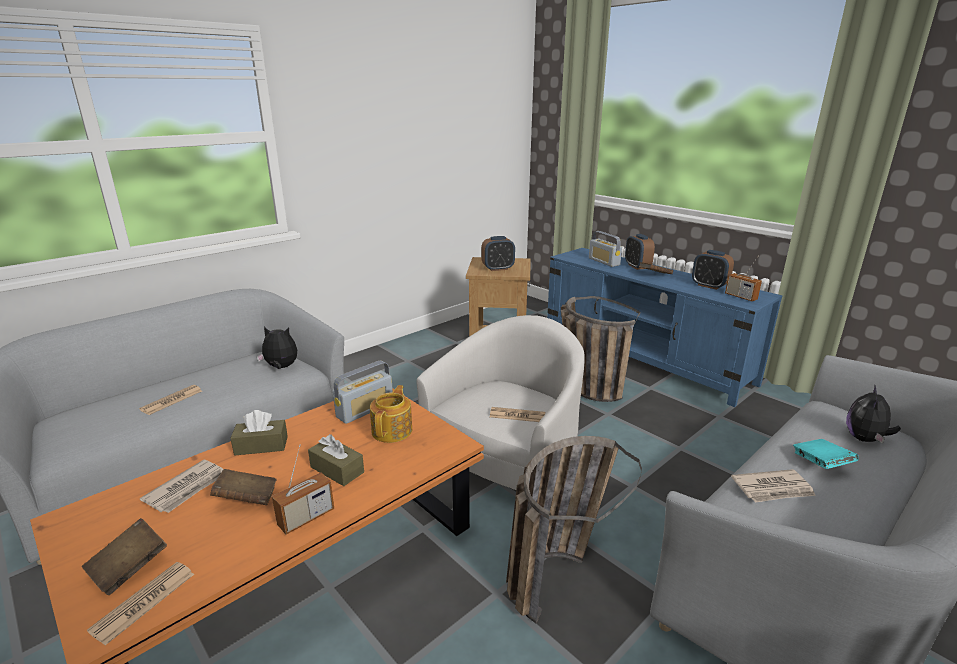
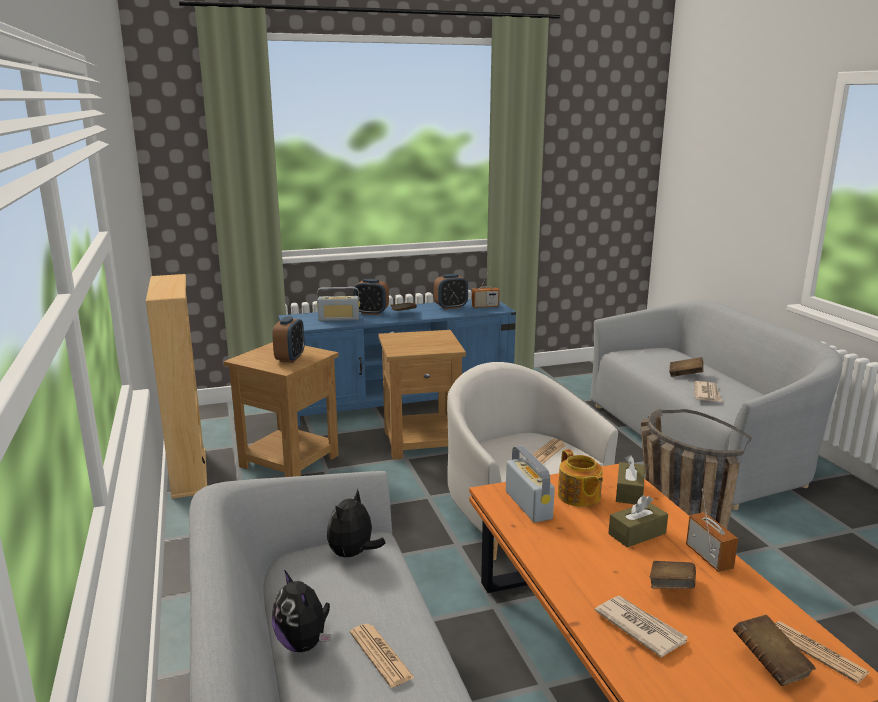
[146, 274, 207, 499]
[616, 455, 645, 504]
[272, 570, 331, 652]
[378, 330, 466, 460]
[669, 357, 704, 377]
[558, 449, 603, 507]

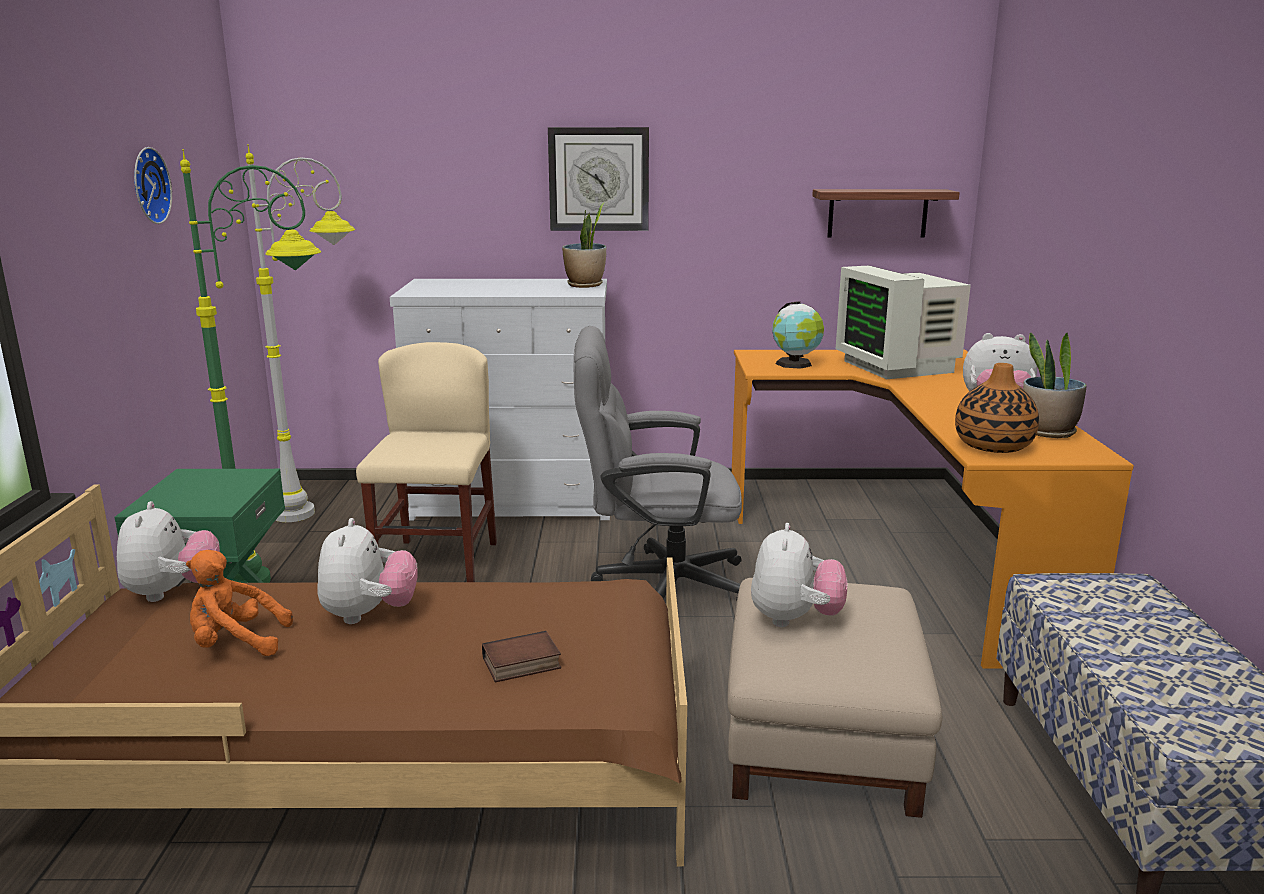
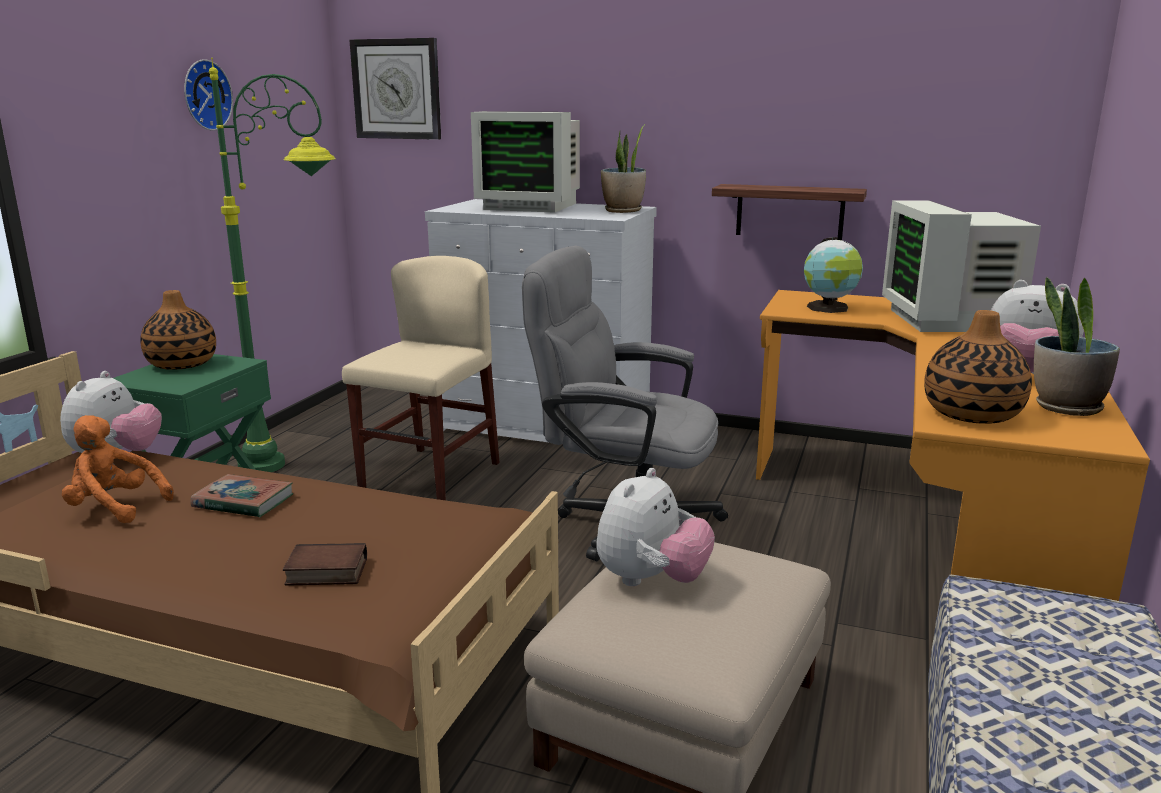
[245, 144, 355, 522] (first image)
[140, 290, 216, 370]
[471, 111, 580, 213]
[349, 38, 441, 140]
[712, 184, 867, 240]
[190, 474, 293, 518]

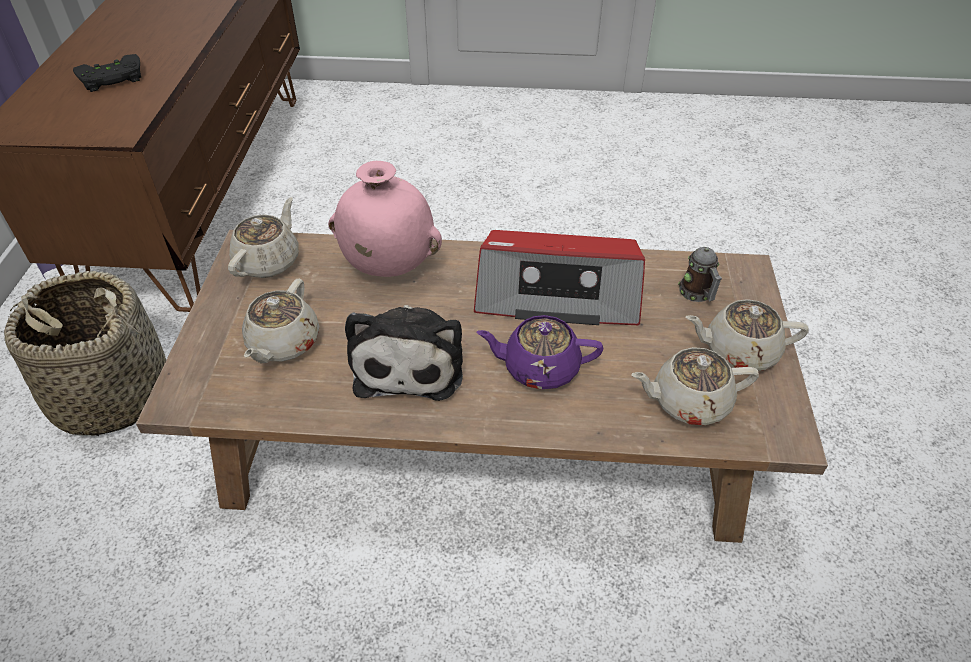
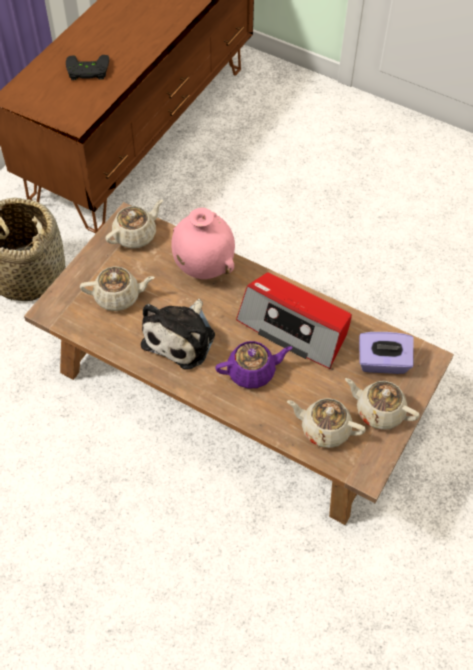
[359, 332, 414, 374]
[80, 266, 155, 311]
[215, 341, 293, 389]

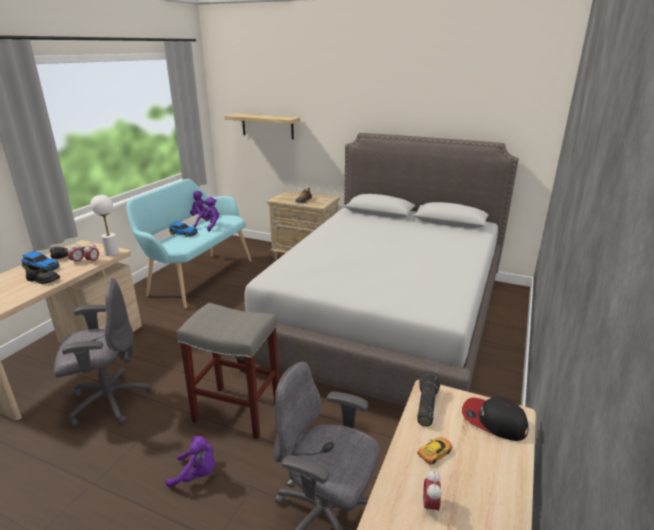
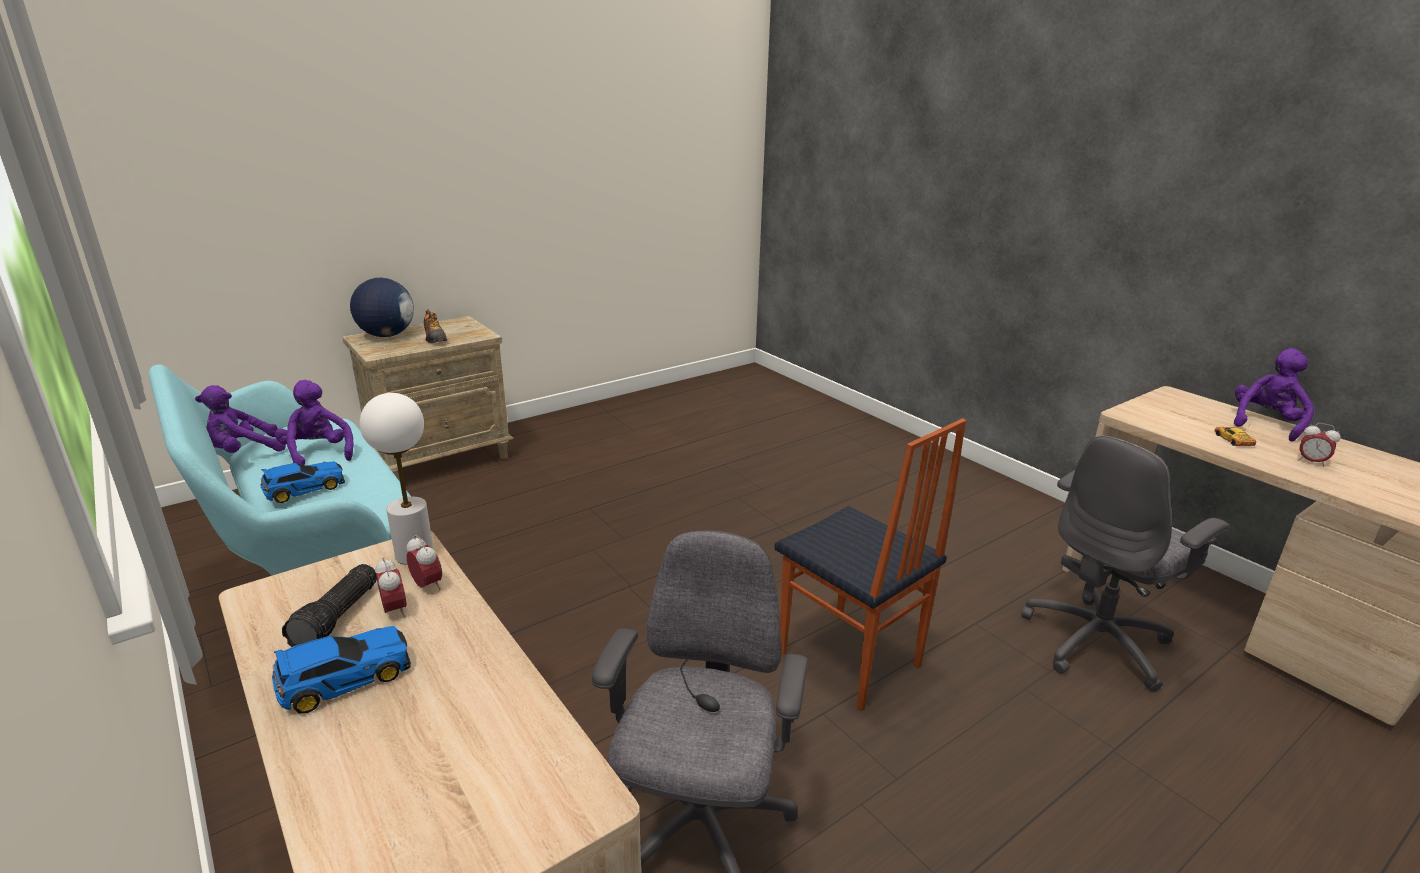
[26, 264, 60, 284] (first image)
[224, 113, 300, 139] (first image)
[234, 133, 519, 406] (first image)
[417, 372, 440, 426] (first image)
[462, 397, 529, 441] (first image)
[350, 278, 414, 337]
[1234, 348, 1314, 441]
[775, 418, 966, 711]

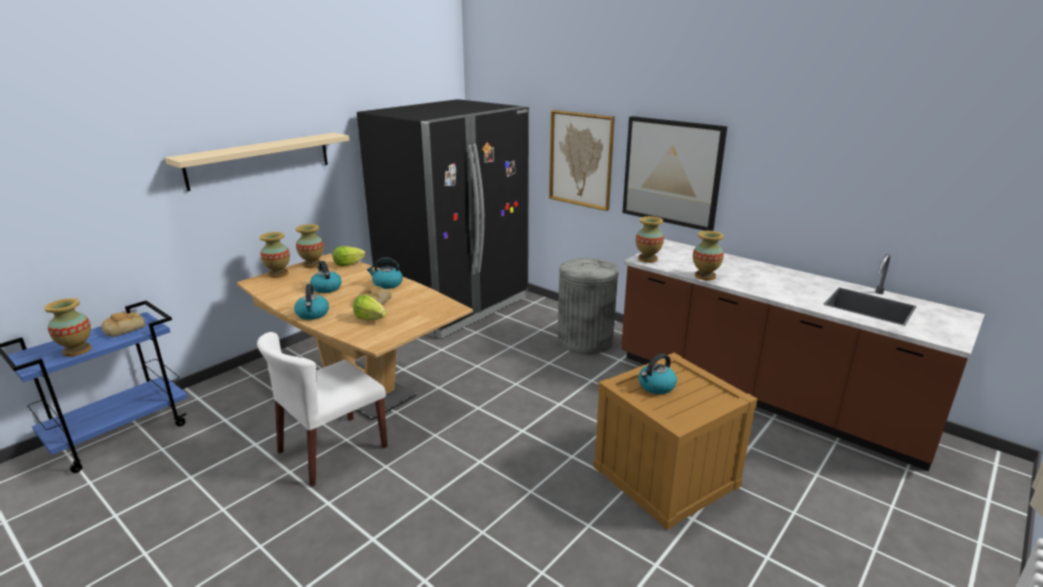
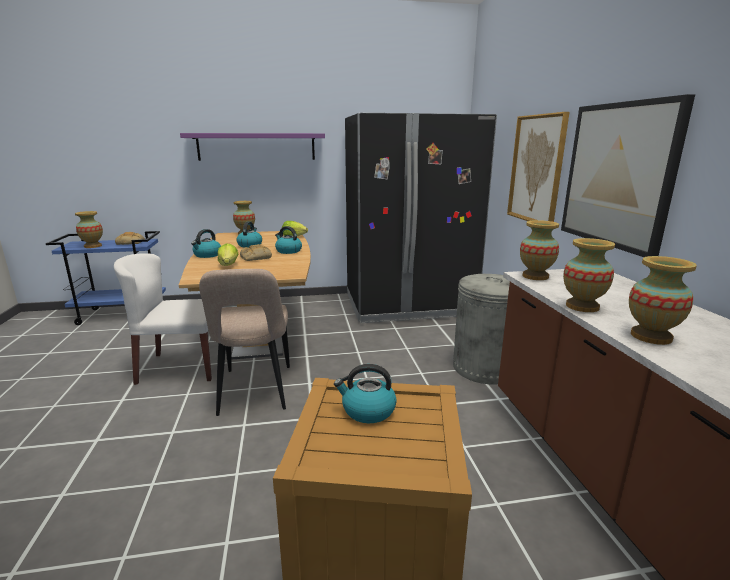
[199, 269, 290, 416]
[629, 256, 697, 345]
[180, 133, 325, 161]

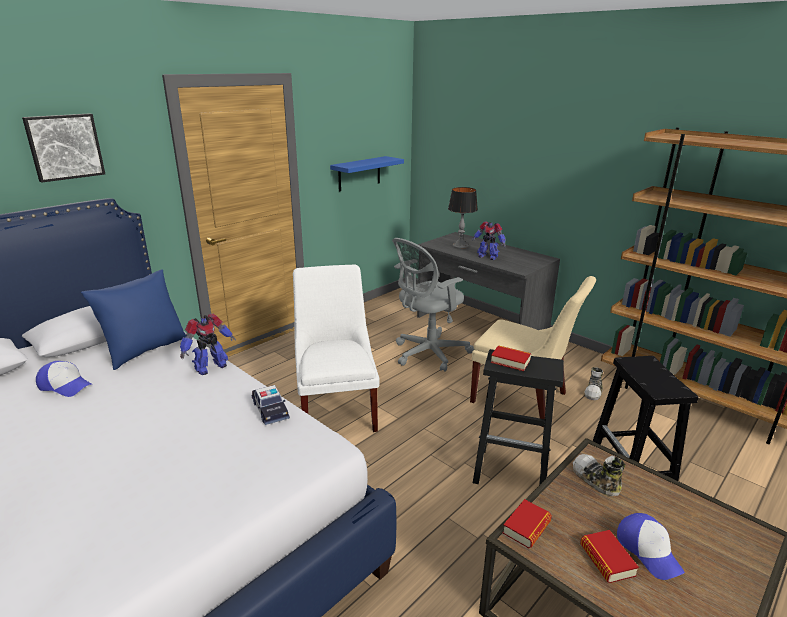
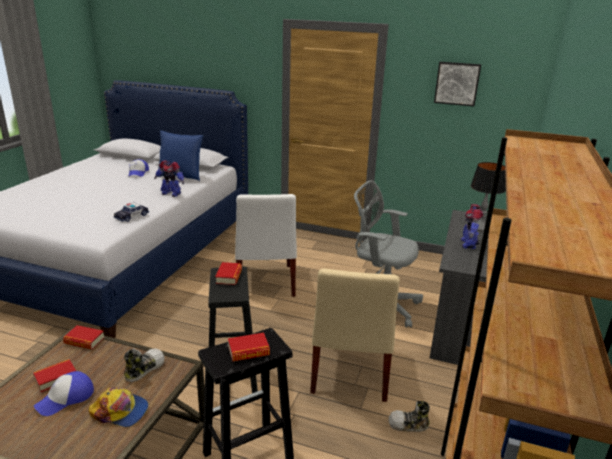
[330, 156, 404, 192] (first image)
[89, 387, 148, 427]
[228, 333, 270, 362]
[434, 62, 481, 106]
[235, 194, 297, 297]

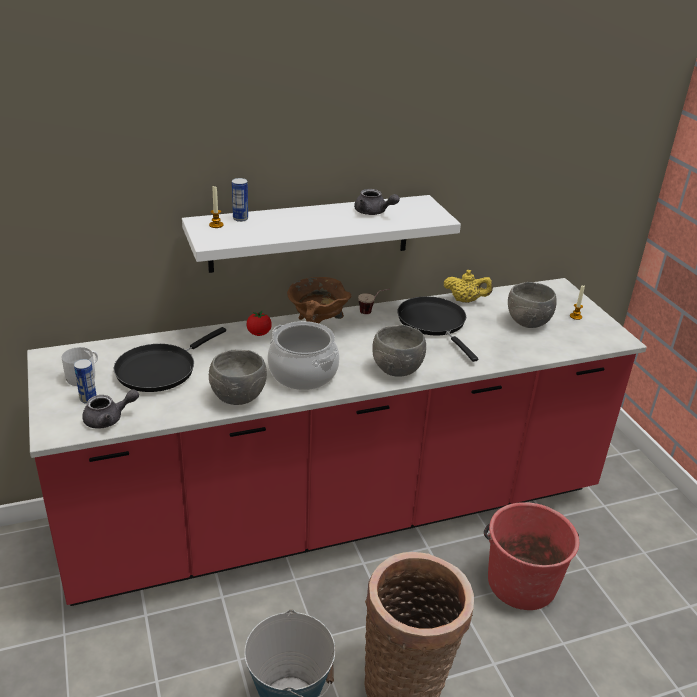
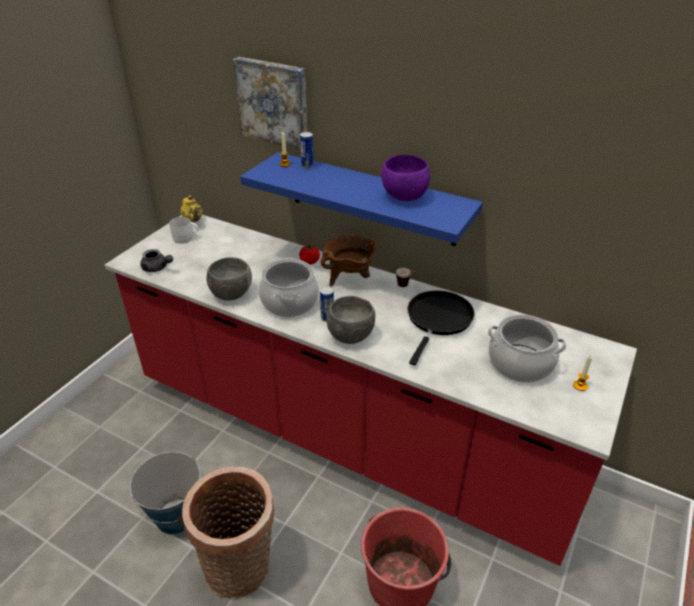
[114, 327, 226, 392] (first image)
[233, 57, 307, 149]
[320, 286, 334, 322]
[180, 196, 203, 222]
[381, 155, 430, 201]
[488, 314, 567, 383]
[240, 152, 483, 246]

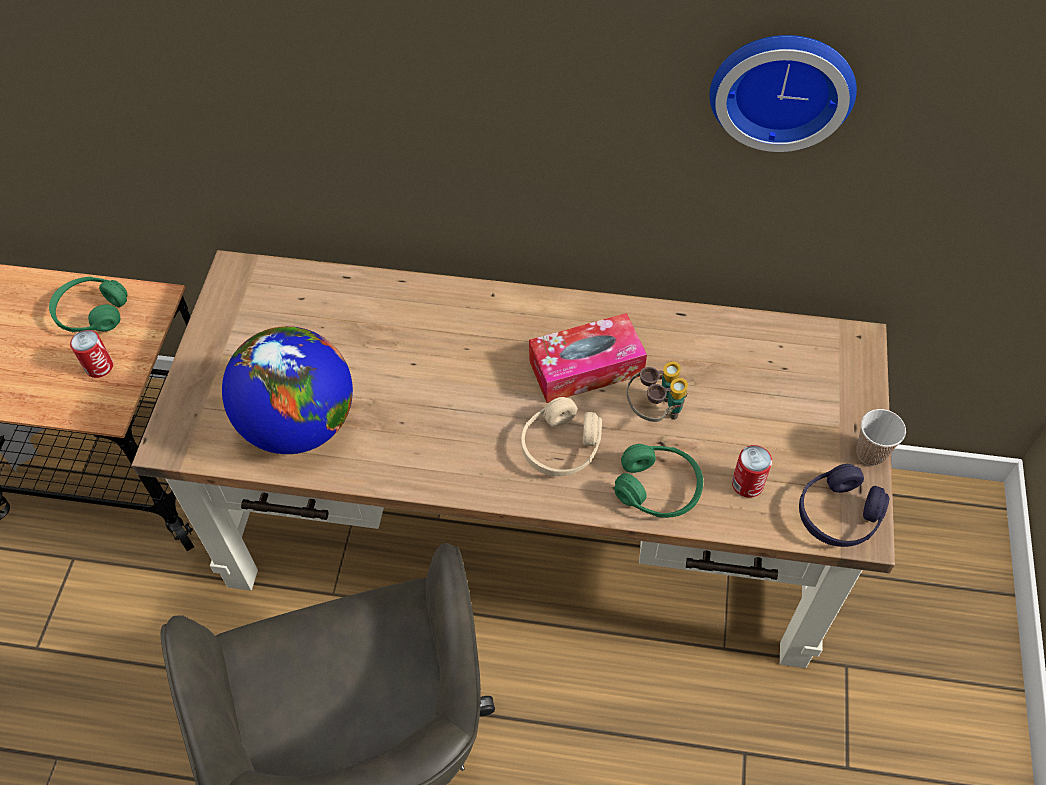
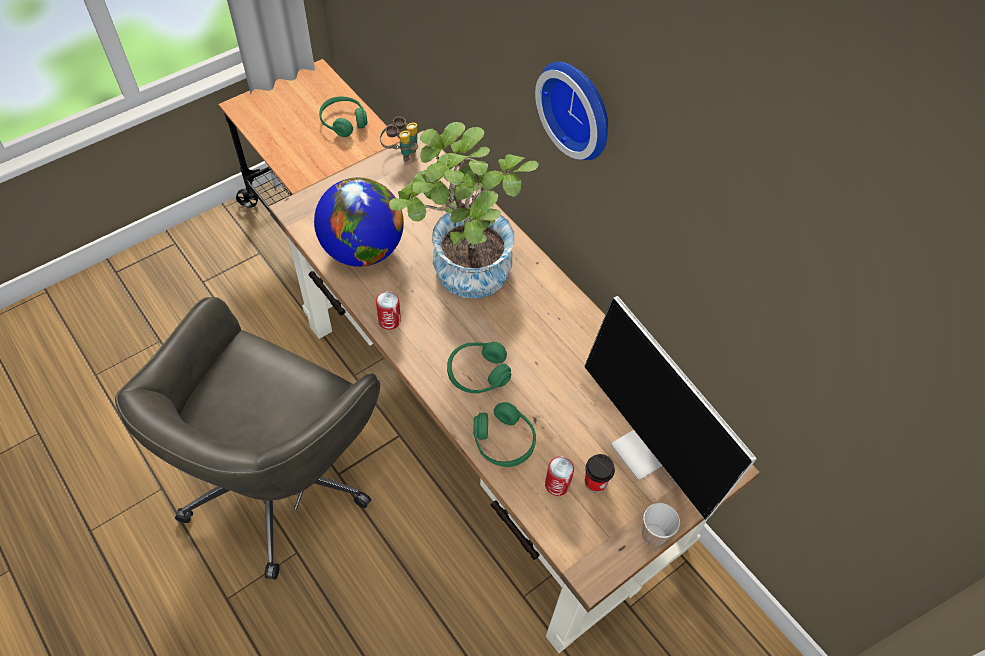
[529, 313, 647, 403] (first image)
[799, 464, 889, 547] (first image)
[389, 122, 539, 298]
[584, 296, 757, 520]
[585, 454, 615, 493]
[376, 291, 401, 330]
[380, 117, 418, 162]
[535, 62, 608, 160]
[447, 342, 511, 394]

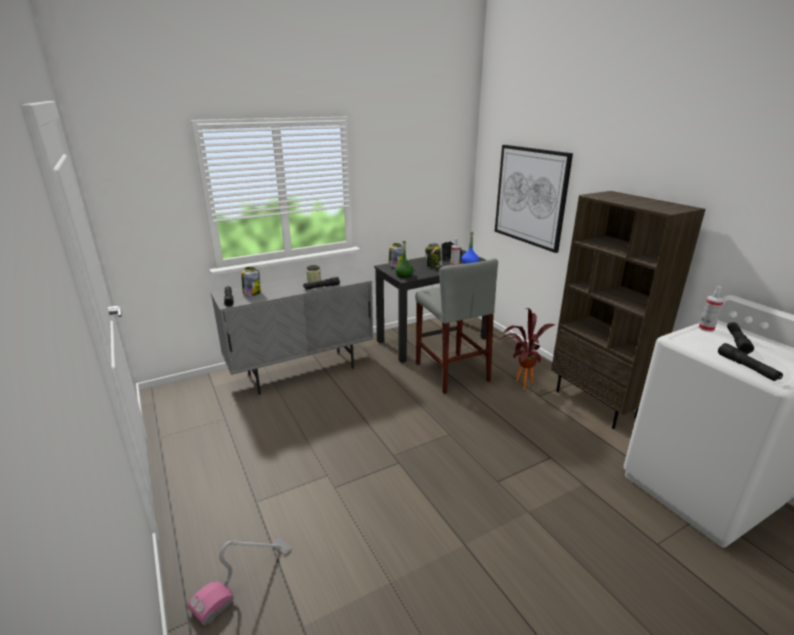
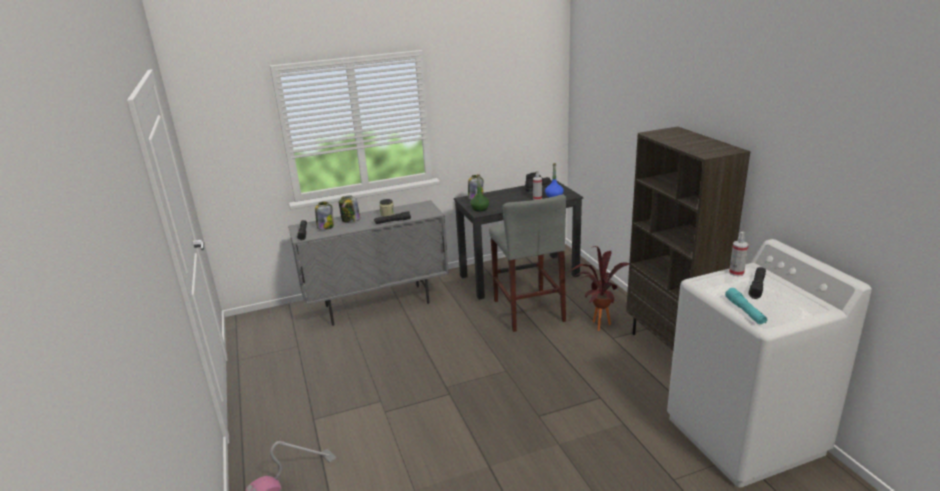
[495, 145, 573, 253] (first image)
[339, 195, 360, 222]
[725, 288, 767, 324]

